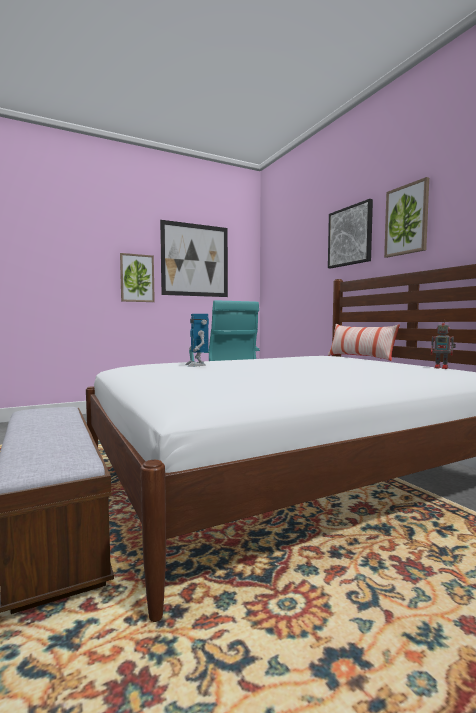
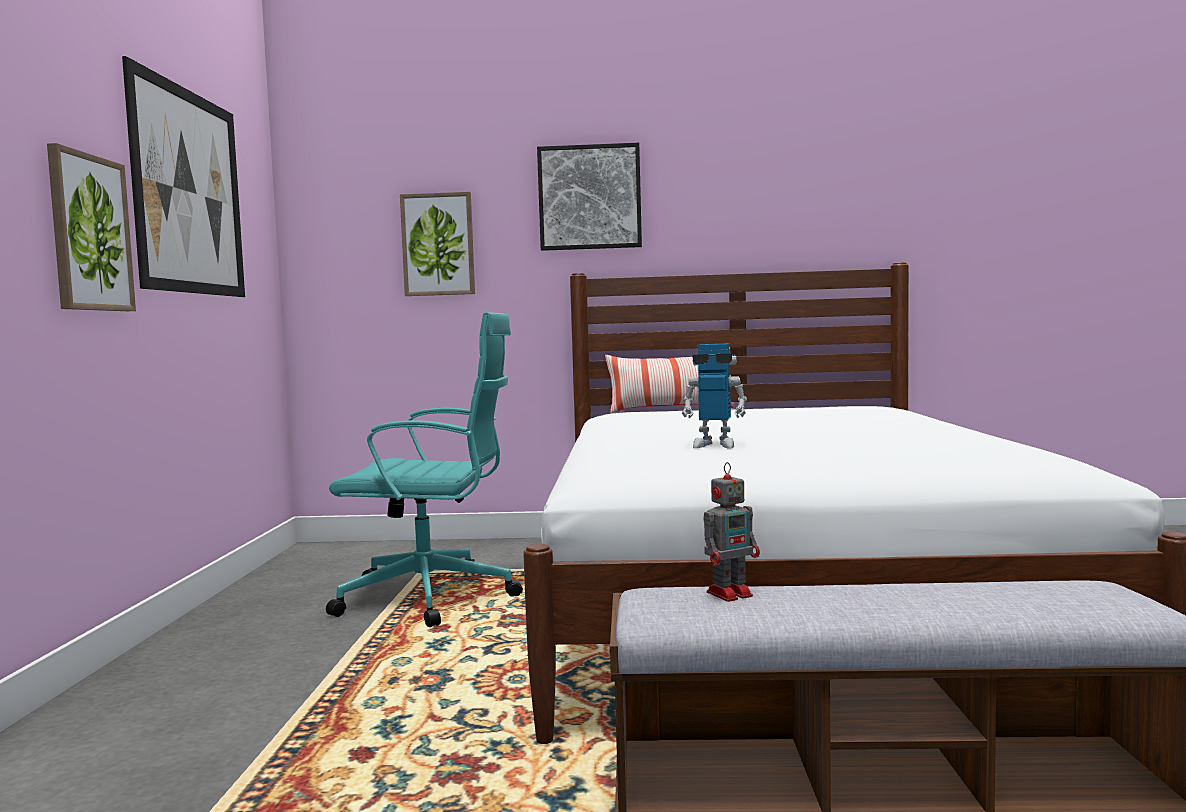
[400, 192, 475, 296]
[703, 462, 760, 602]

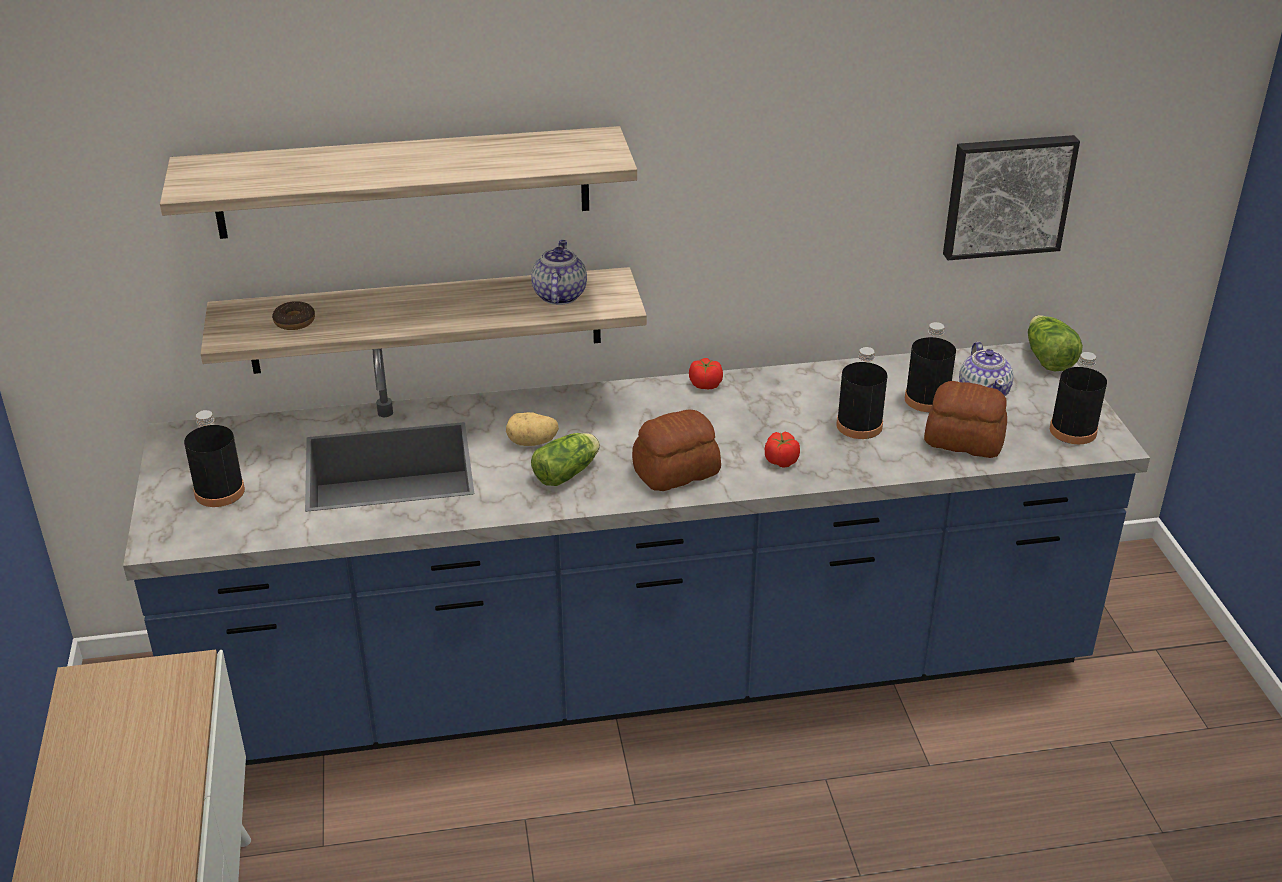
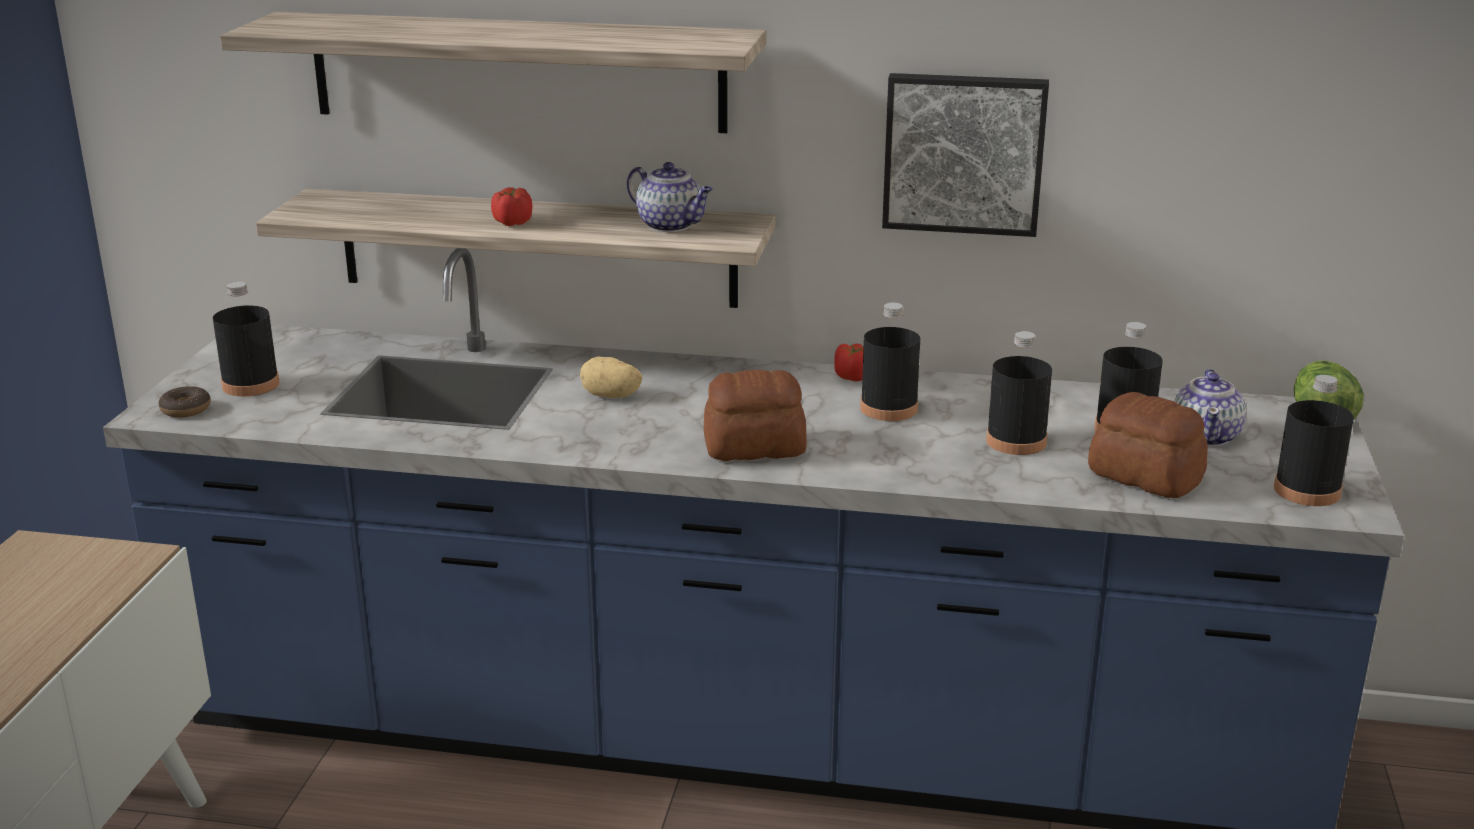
[531, 433, 600, 486] (first image)
[860, 303, 920, 421]
[159, 386, 211, 417]
[491, 187, 532, 226]
[882, 73, 1049, 237]
[627, 162, 713, 232]

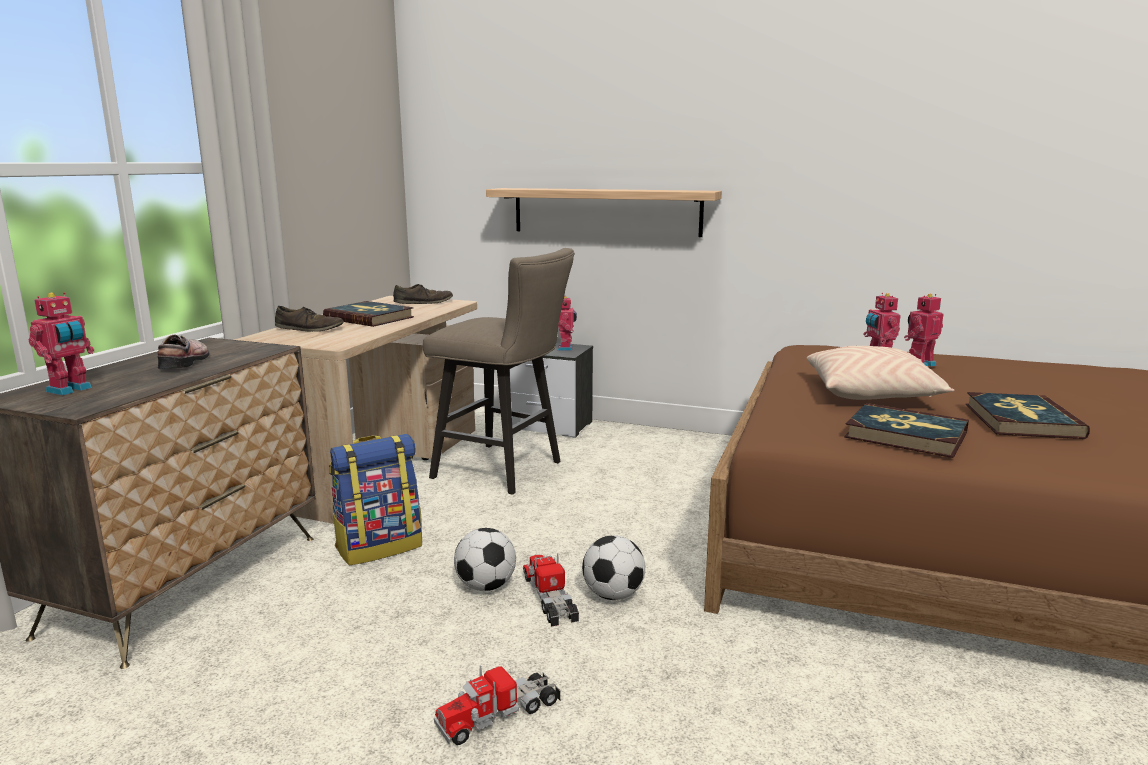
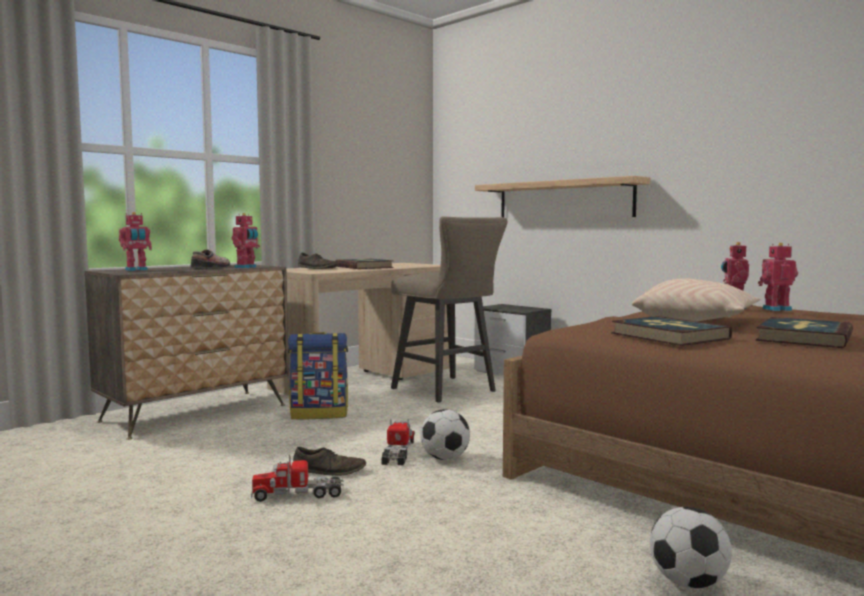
[293, 447, 366, 476]
[650, 507, 732, 588]
[232, 213, 260, 268]

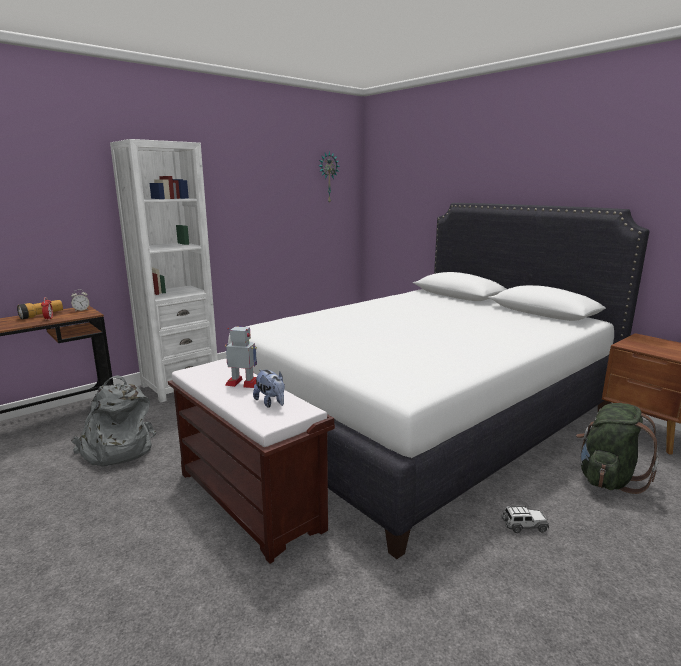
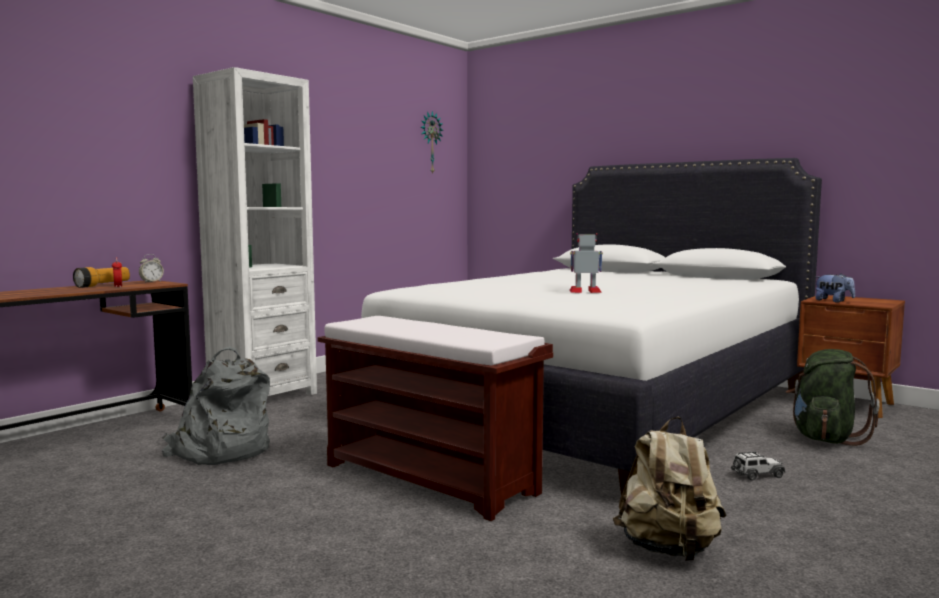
[613, 417, 726, 561]
[569, 233, 603, 293]
[815, 274, 855, 303]

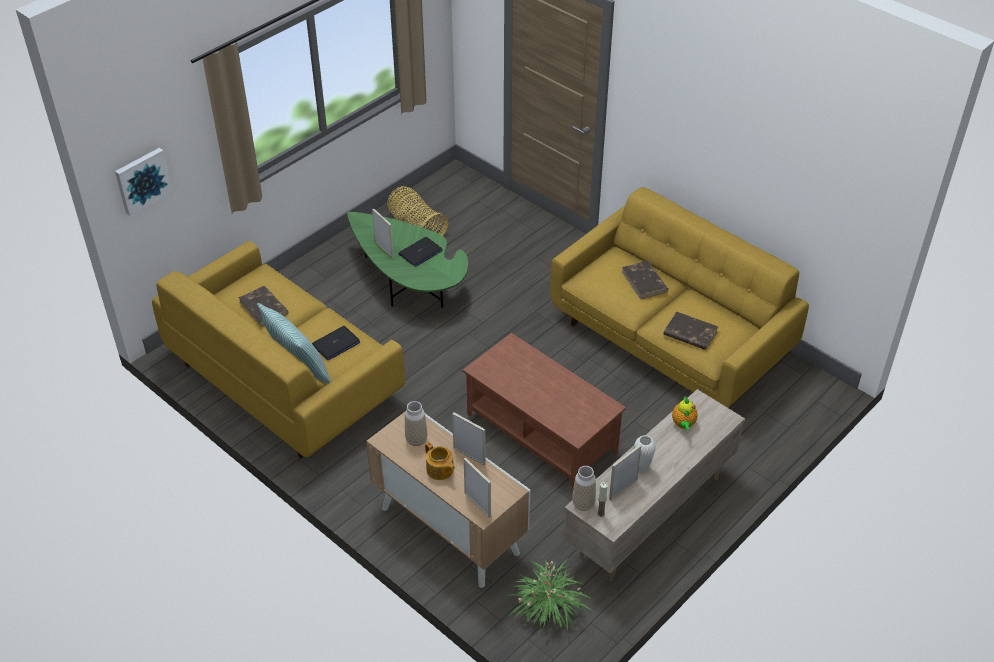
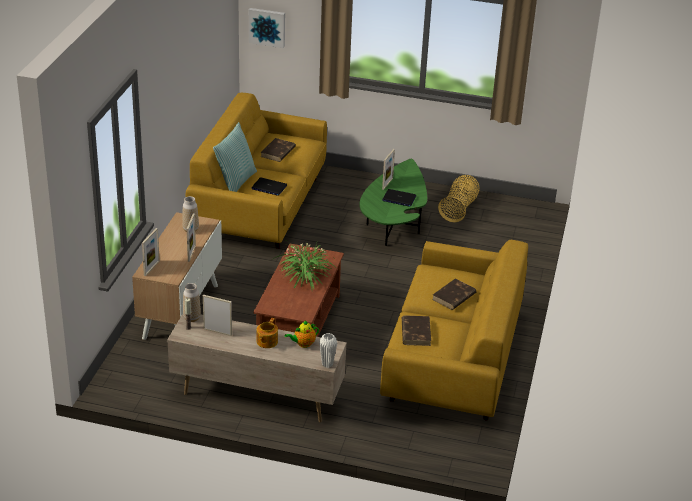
[256, 318, 278, 348]
[273, 241, 335, 290]
[319, 333, 337, 368]

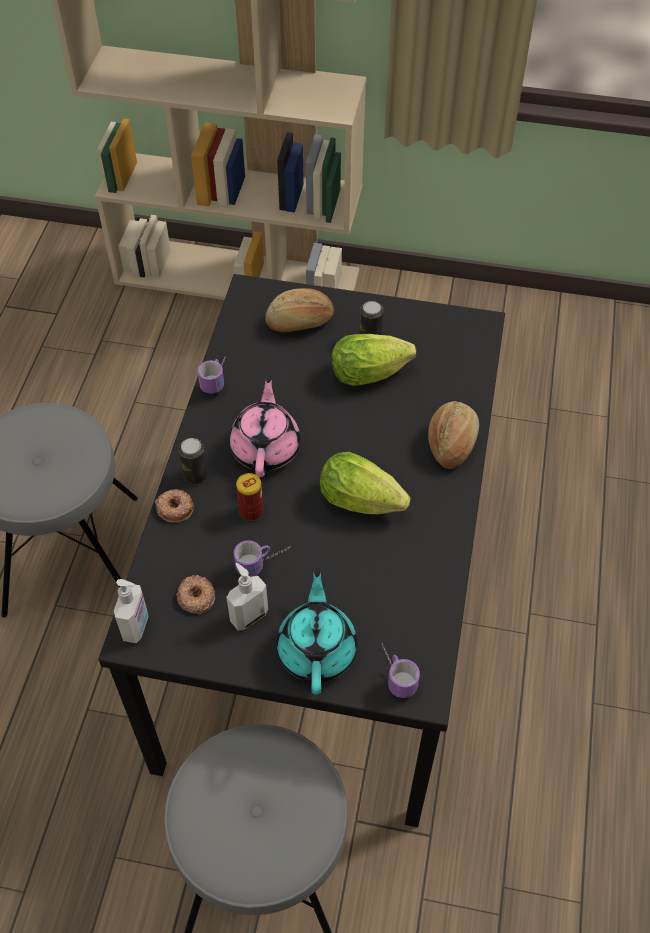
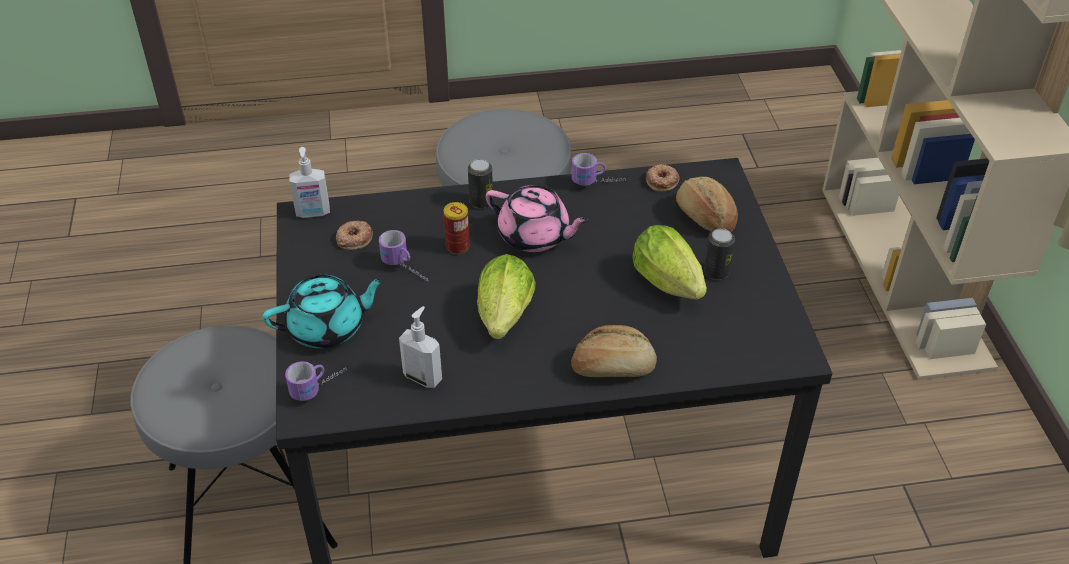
[646, 164, 680, 192]
[399, 306, 442, 388]
[486, 185, 590, 252]

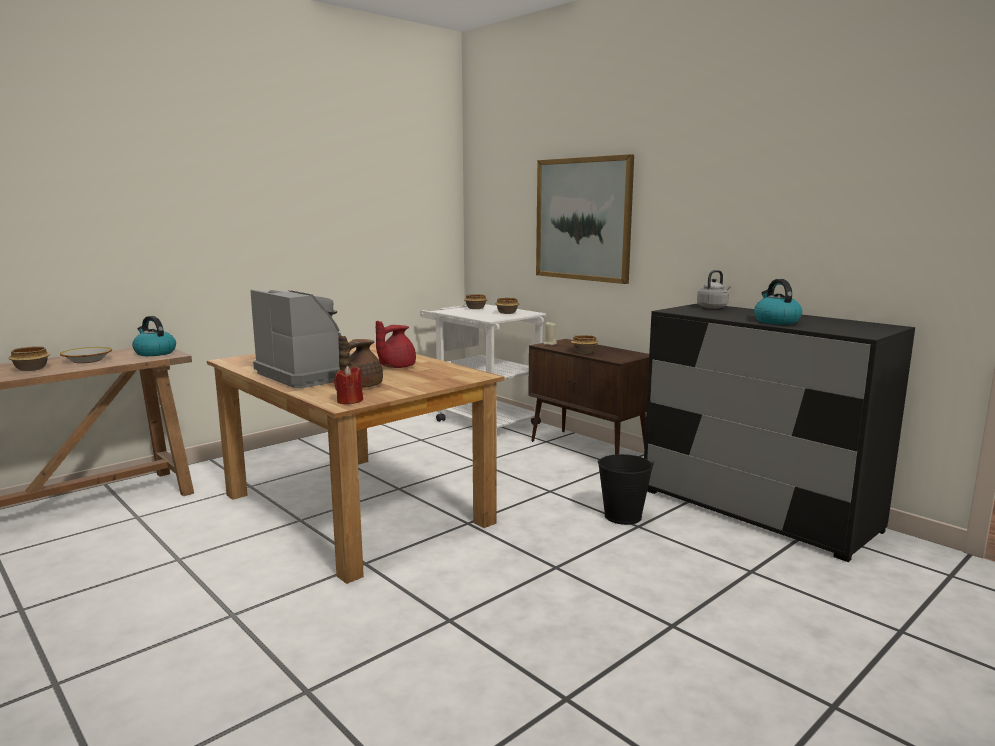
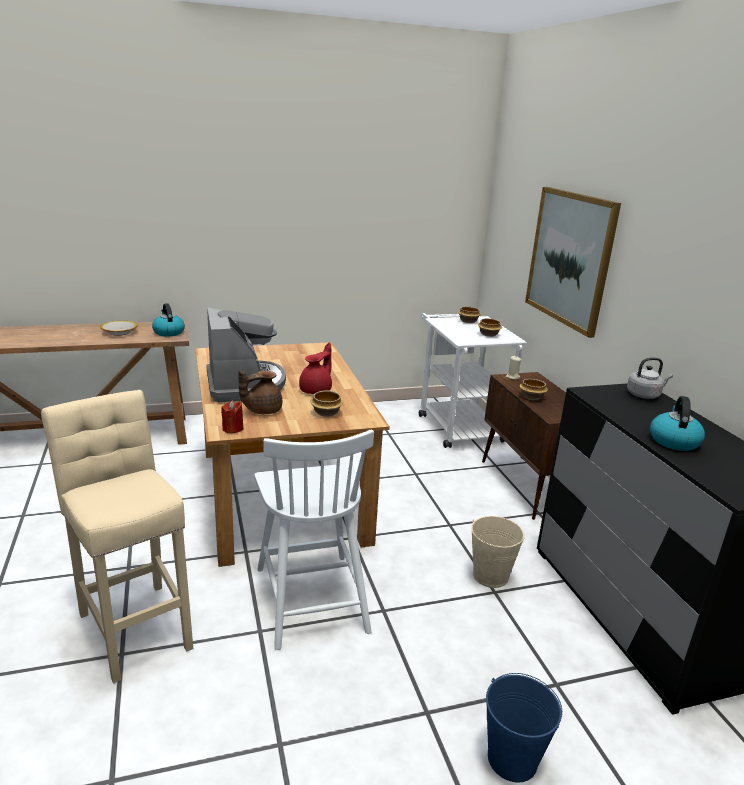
[41, 390, 193, 683]
[254, 429, 374, 650]
[486, 673, 562, 783]
[311, 390, 343, 417]
[471, 516, 524, 588]
[299, 343, 332, 394]

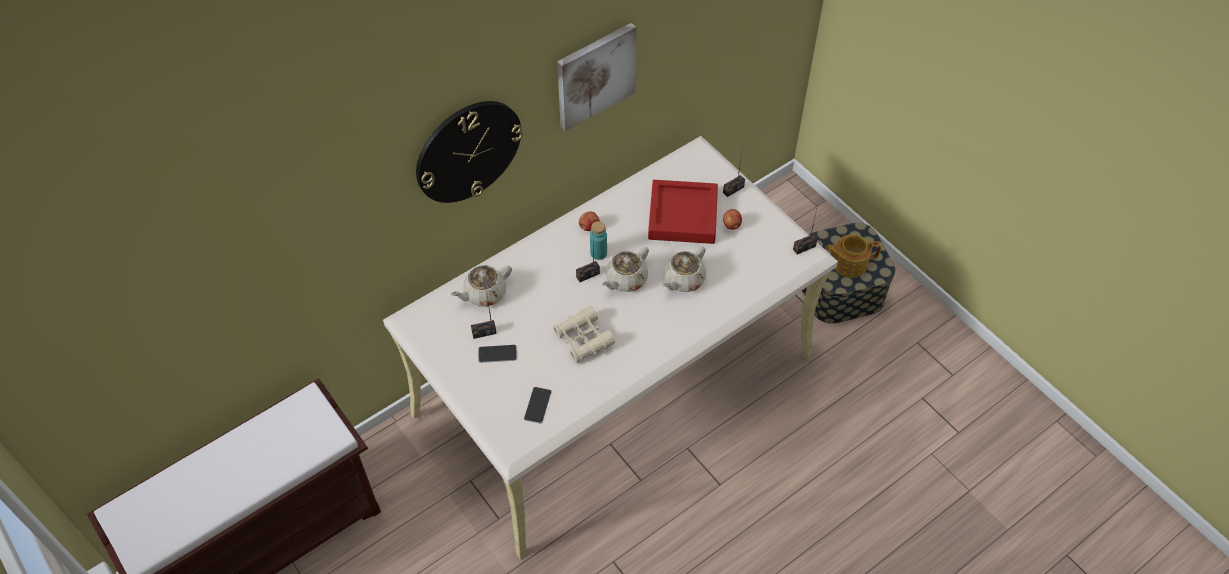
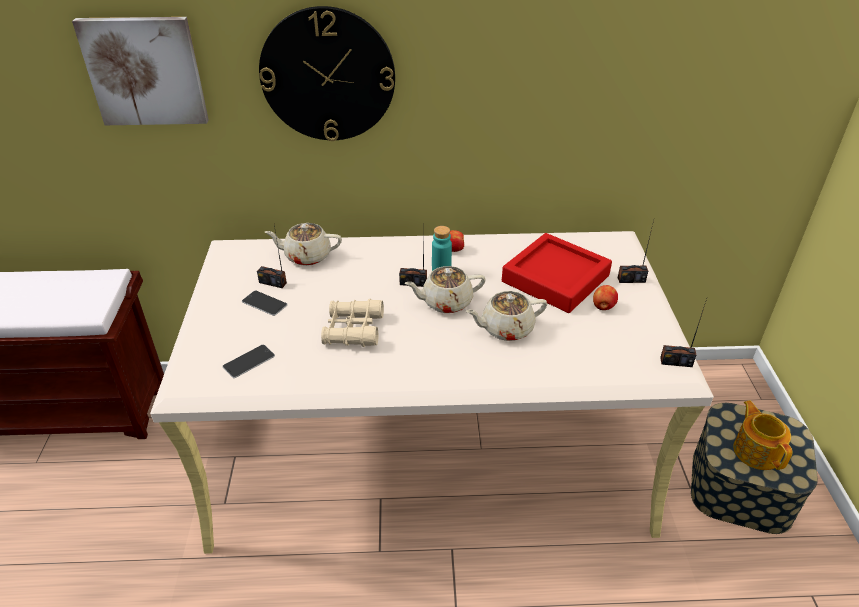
[72, 17, 209, 125]
[733, 400, 793, 470]

